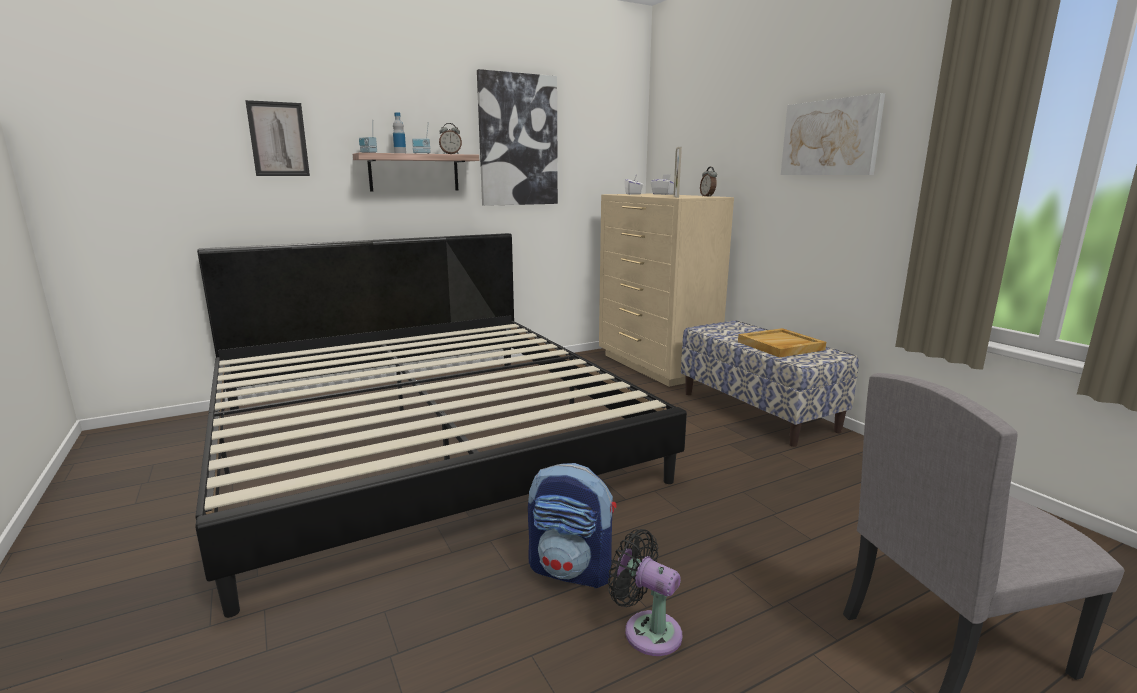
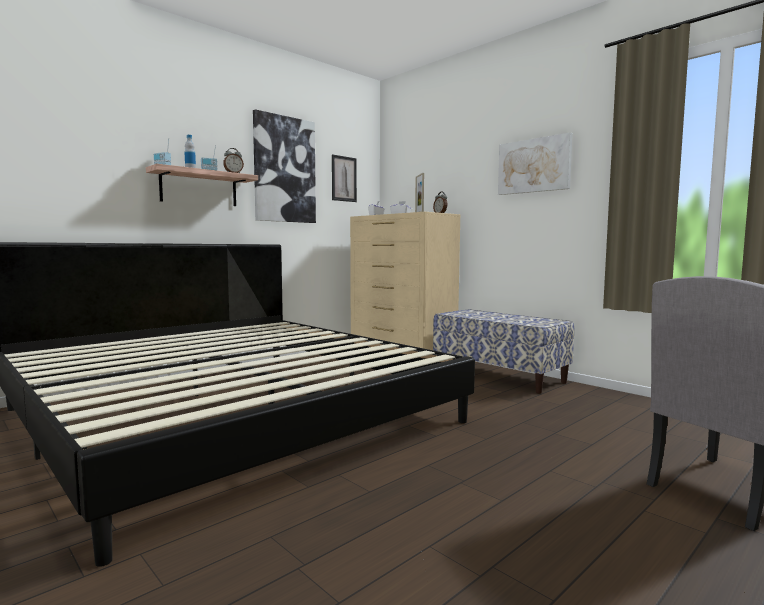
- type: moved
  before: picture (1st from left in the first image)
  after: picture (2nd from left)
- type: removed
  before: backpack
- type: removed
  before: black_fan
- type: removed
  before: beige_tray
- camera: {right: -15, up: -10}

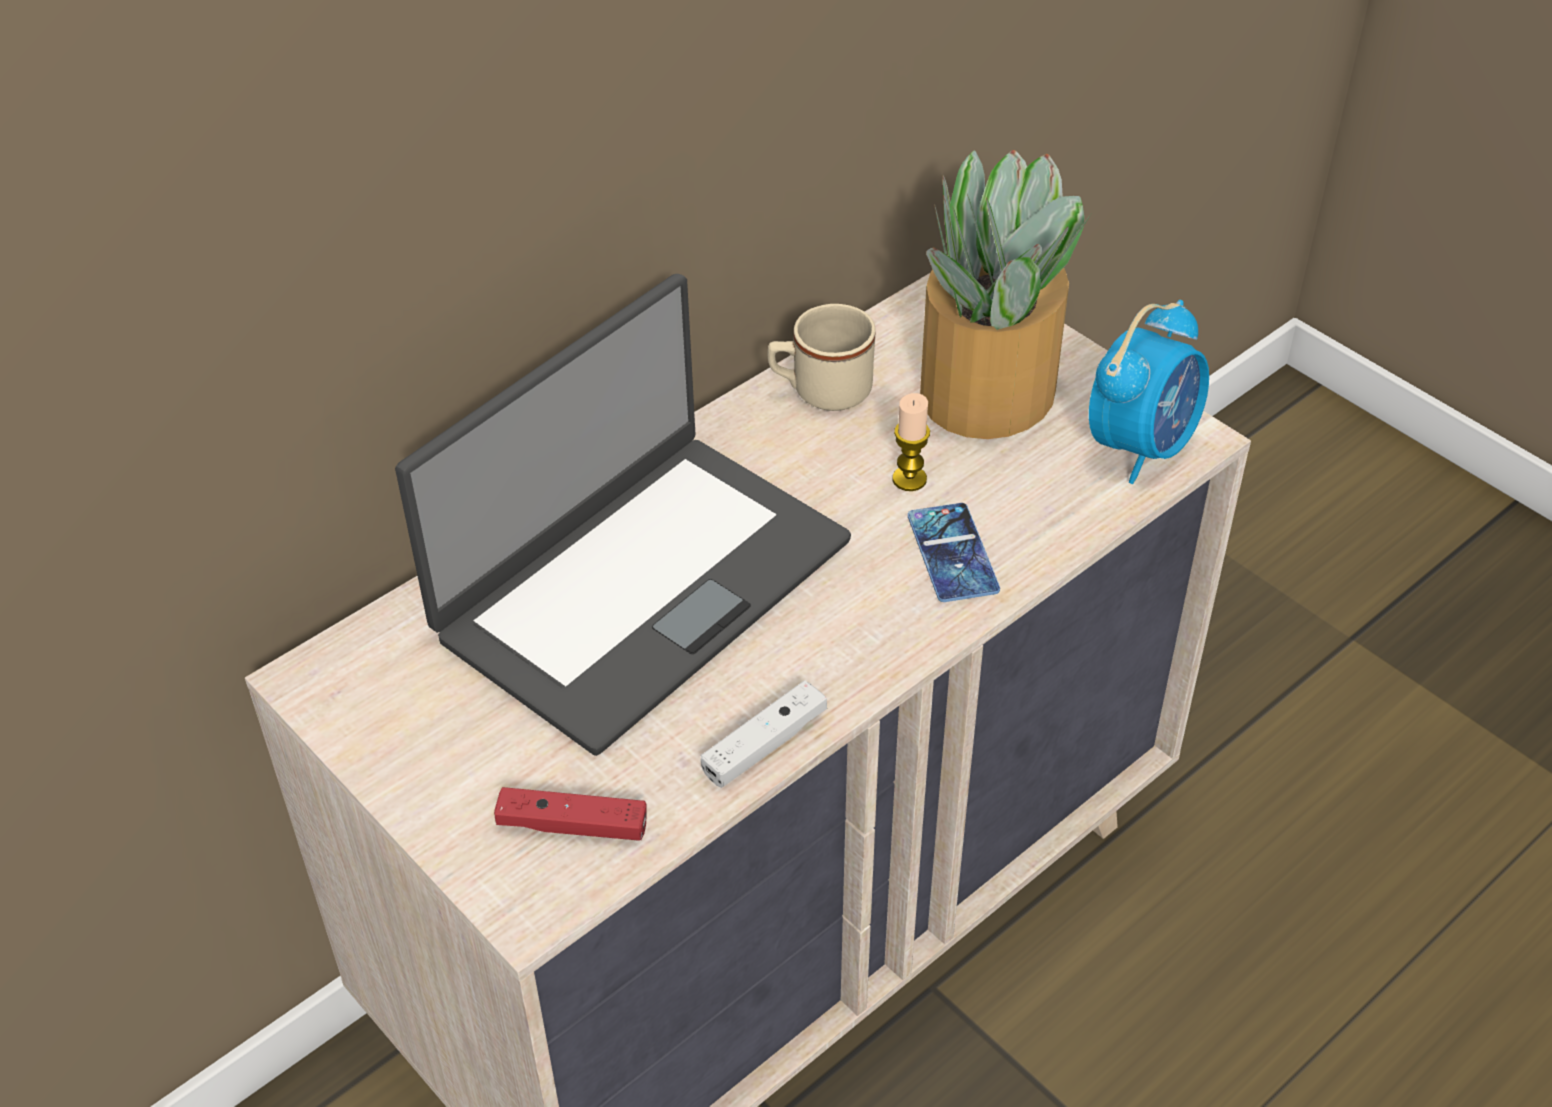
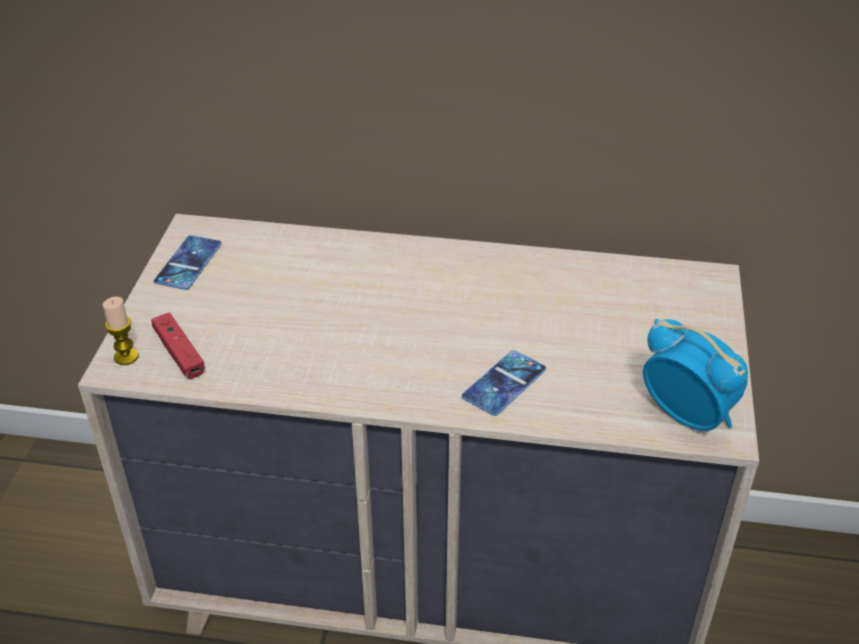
- type: removed
  before: laptop
- type: removed
  before: white_game_controller
- type: removed
  before: beige_mug
- type: moved
  before: candle
- type: removed
  before: potted_plant
- type: turned
  before: alarm_clock
  turn: -135
- type: added
  after: phone (1st from left)
- camera: {right: 50, up: -5}

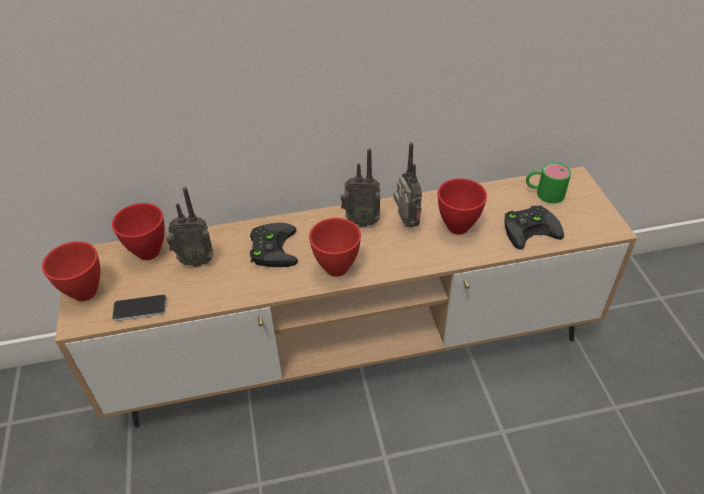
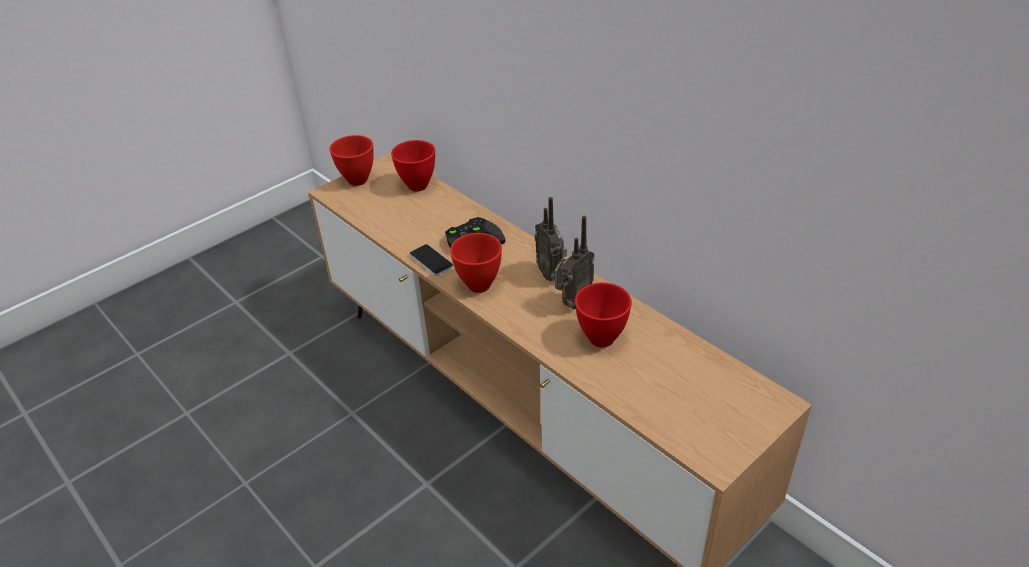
- type: moved
  before: phone
- type: removed
  before: radio (1st from left)
- type: removed
  before: black_game_controller (2nd from left)
- type: removed
  before: green_mug
- camera: {right: 60, up: -5}

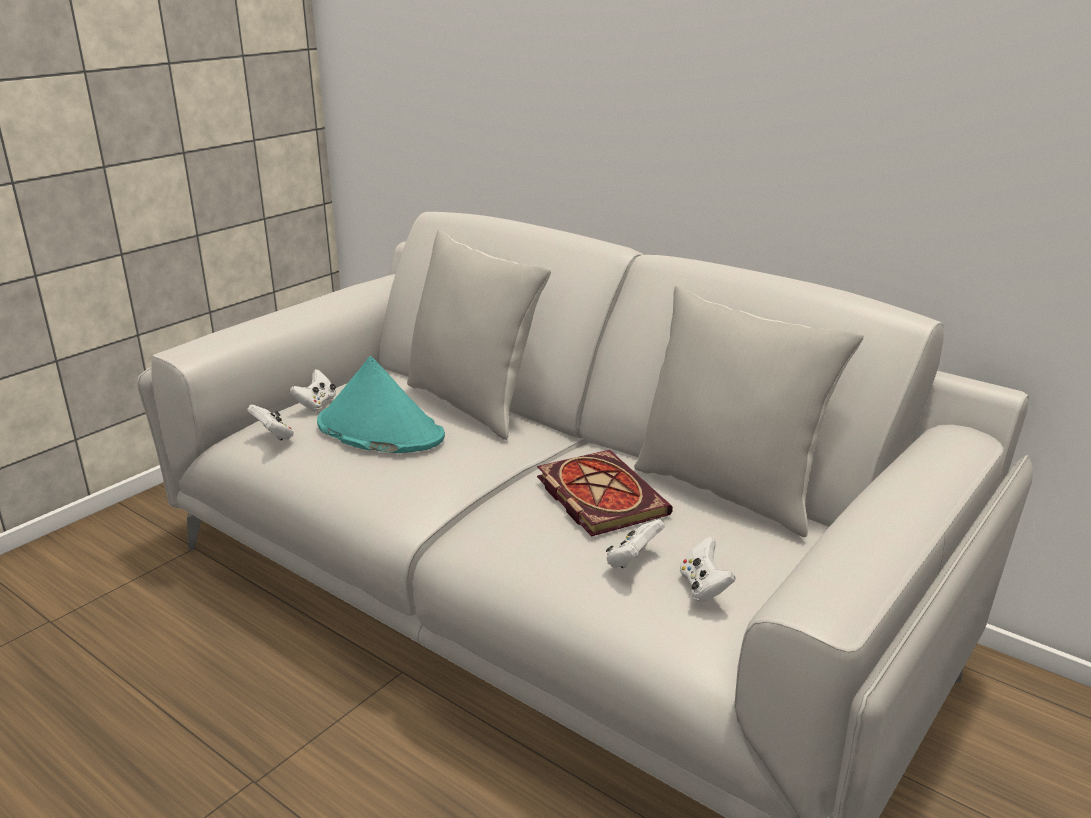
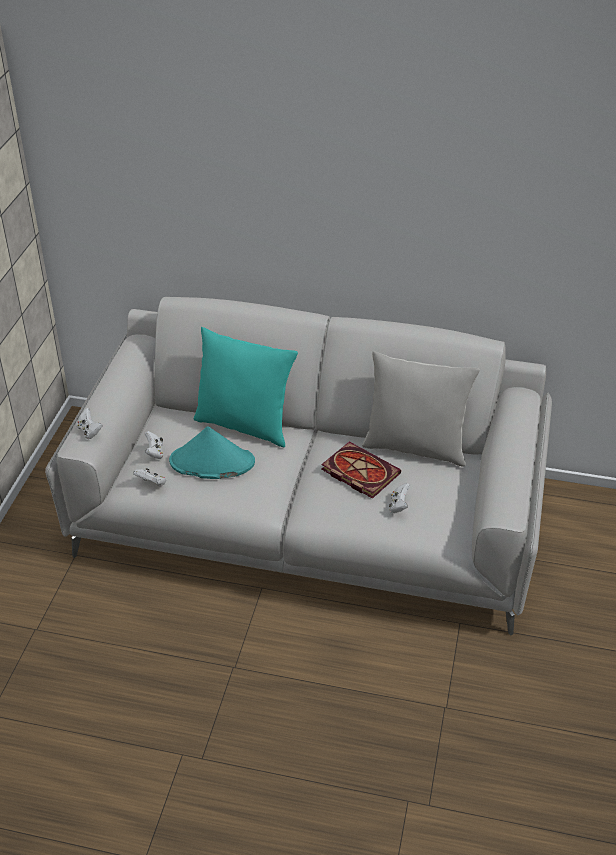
- type: recoloured
  before: grey_pillow (1st from left)
  after: turquoise_pillow
- type: moved
  before: white_game_controller (4th from left in the first image)
  after: white_game_controller (1st from left)
- camera: {right: -25, up: 15}

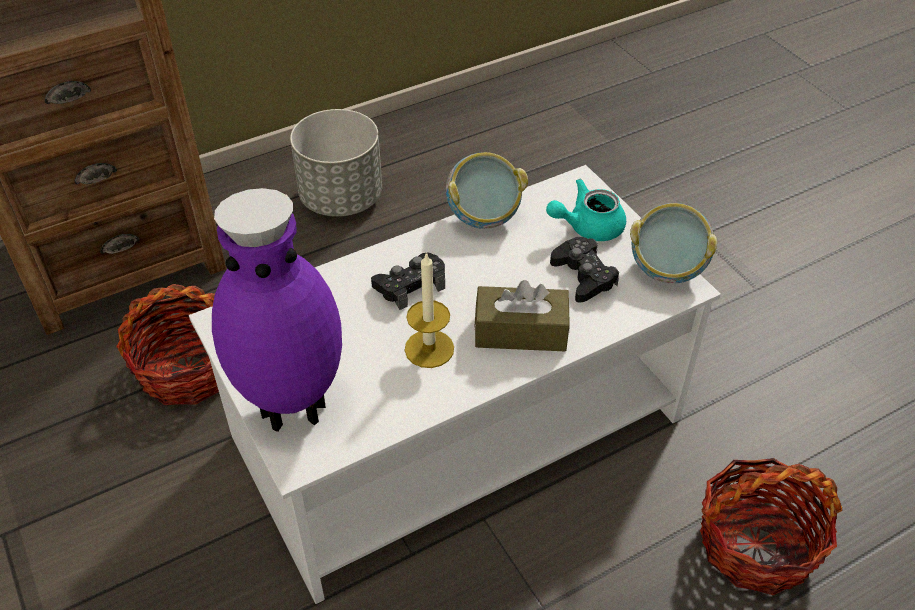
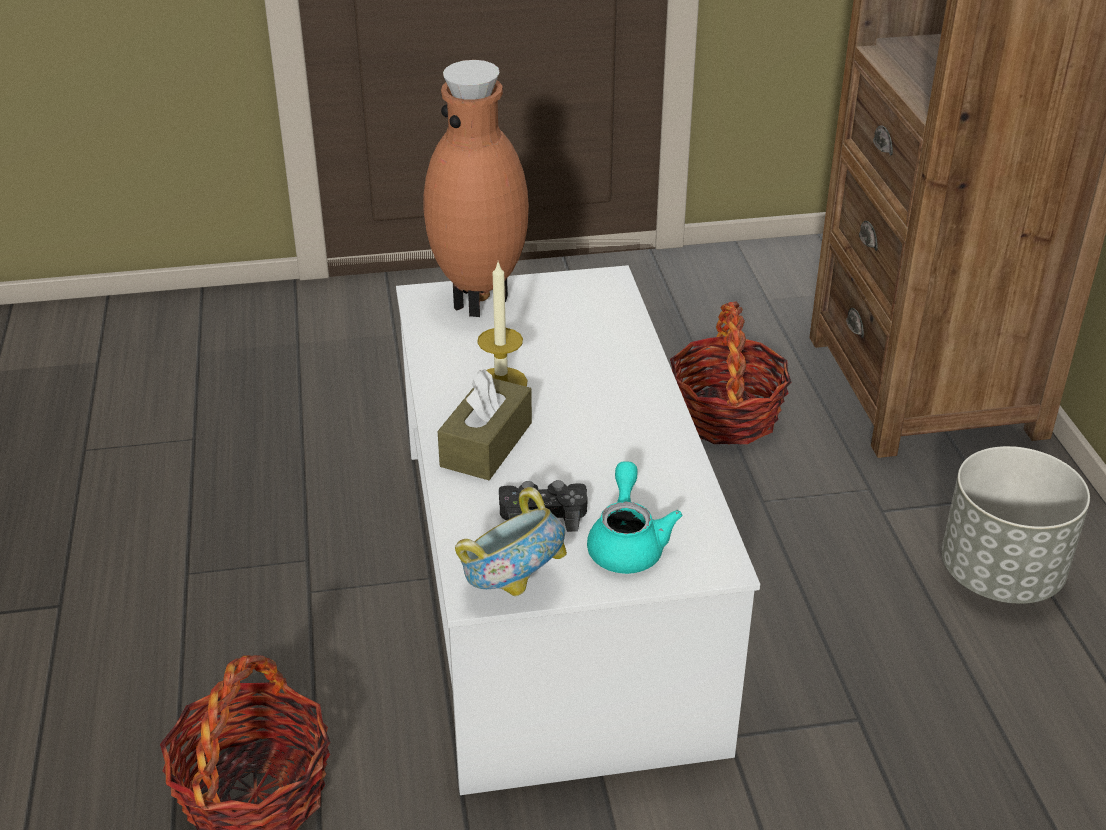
- type: recoloured
  before: purple_vase
  after: brown_vase
- type: removed
  before: black_game_controller (1st from left)
- type: removed
  before: bowl (1st from left)
- camera: {right: 110, up: -10}

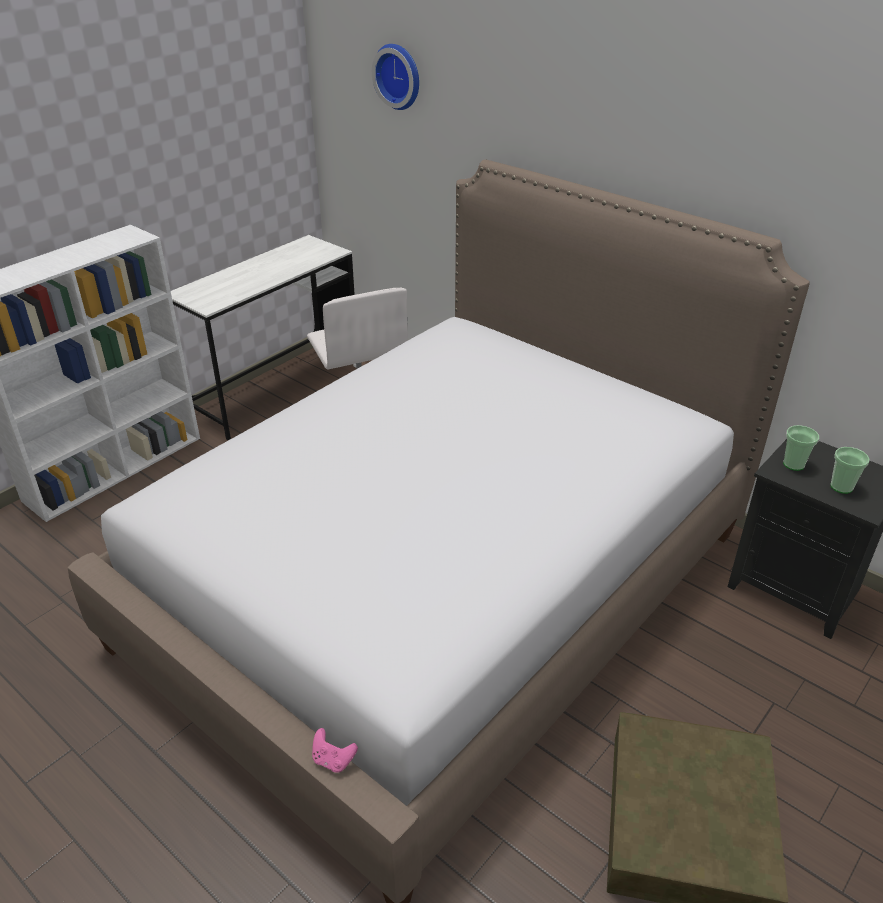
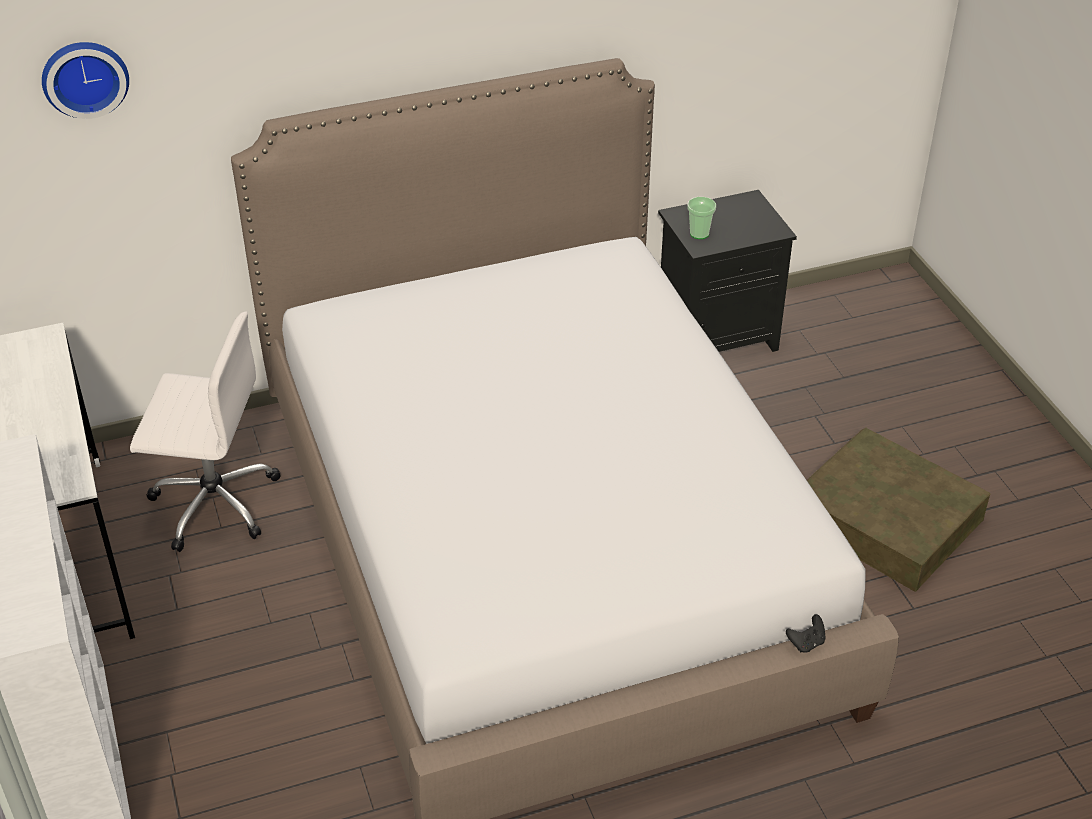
- type: recoloured
  before: pink_game_controller
  after: black_game_controller
- type: removed
  before: cup (2nd from left)
- camera: {right: -60, up: 5}

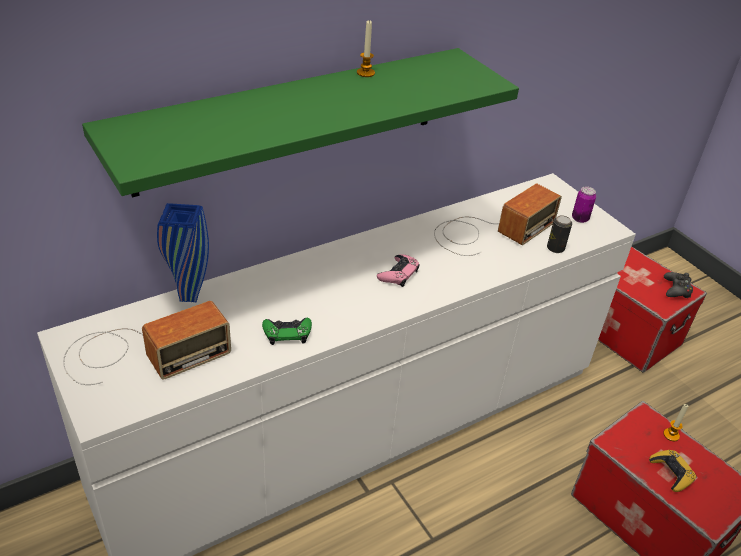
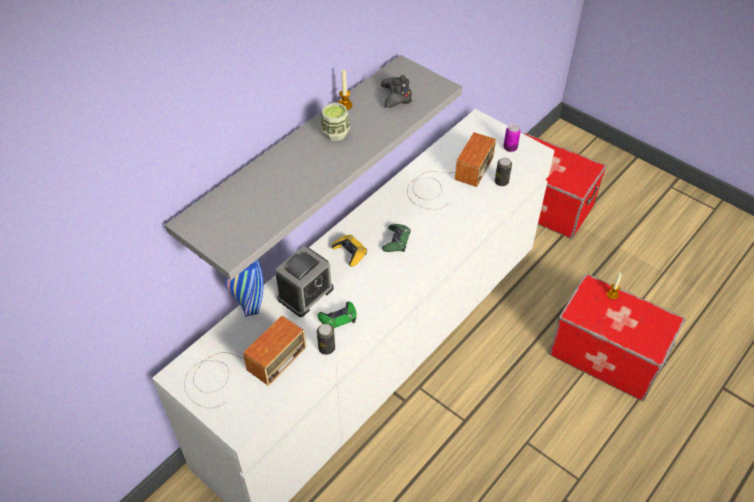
- type: recoloured
  before: green_shelf
  after: grey_shelf
- type: recoloured
  before: pink_game_controller
  after: green_game_controller (2nd from left)
- type: moved
  before: yellow_game_controller
- type: moved
  before: black_game_controller
- type: added
  after: alarm_clock
- type: added
  after: can (1st from left)
- type: added
  after: cup
- camera: {right: -15, up: 10}

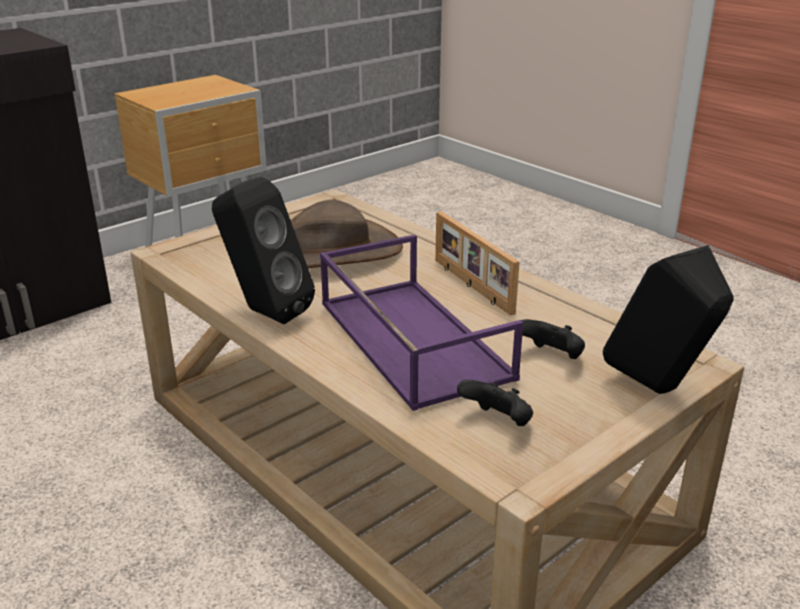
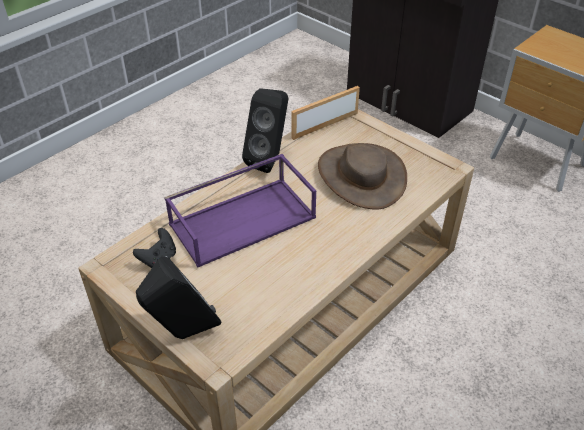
- type: moved
  before: picture_frame
- type: removed
  before: black_game_controller (2nd from left)
- camera: {right: 85, up: 15}

